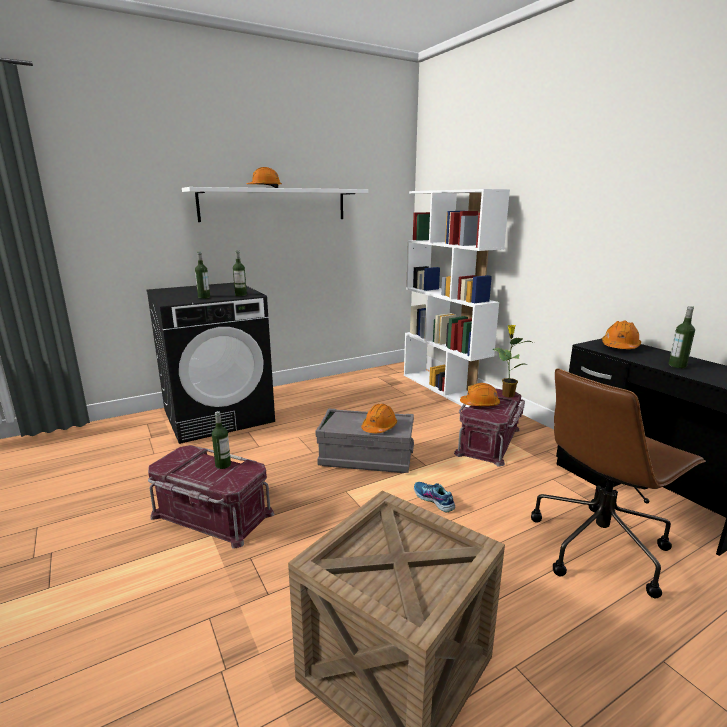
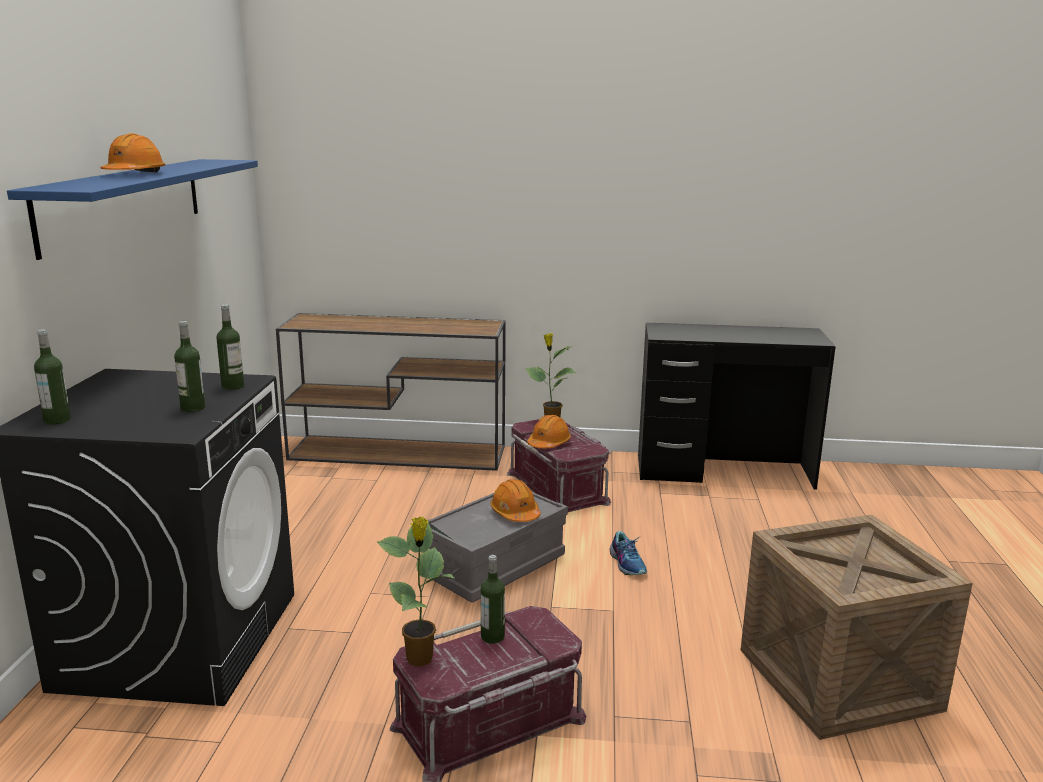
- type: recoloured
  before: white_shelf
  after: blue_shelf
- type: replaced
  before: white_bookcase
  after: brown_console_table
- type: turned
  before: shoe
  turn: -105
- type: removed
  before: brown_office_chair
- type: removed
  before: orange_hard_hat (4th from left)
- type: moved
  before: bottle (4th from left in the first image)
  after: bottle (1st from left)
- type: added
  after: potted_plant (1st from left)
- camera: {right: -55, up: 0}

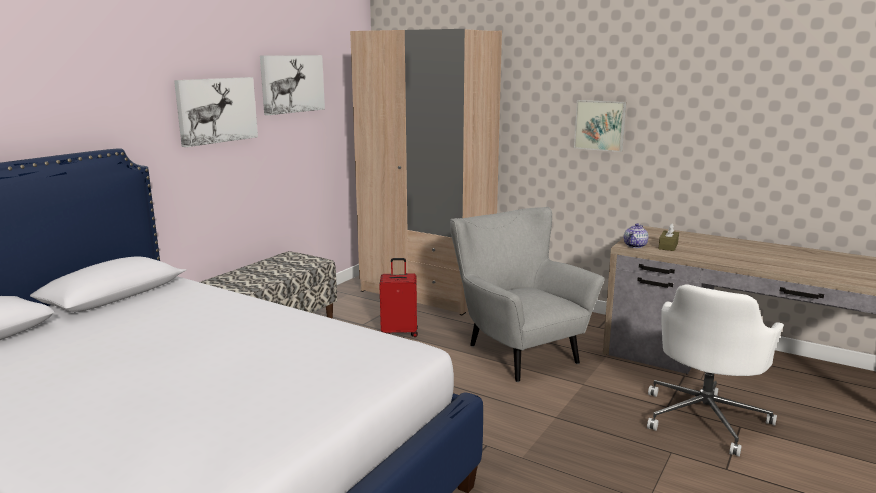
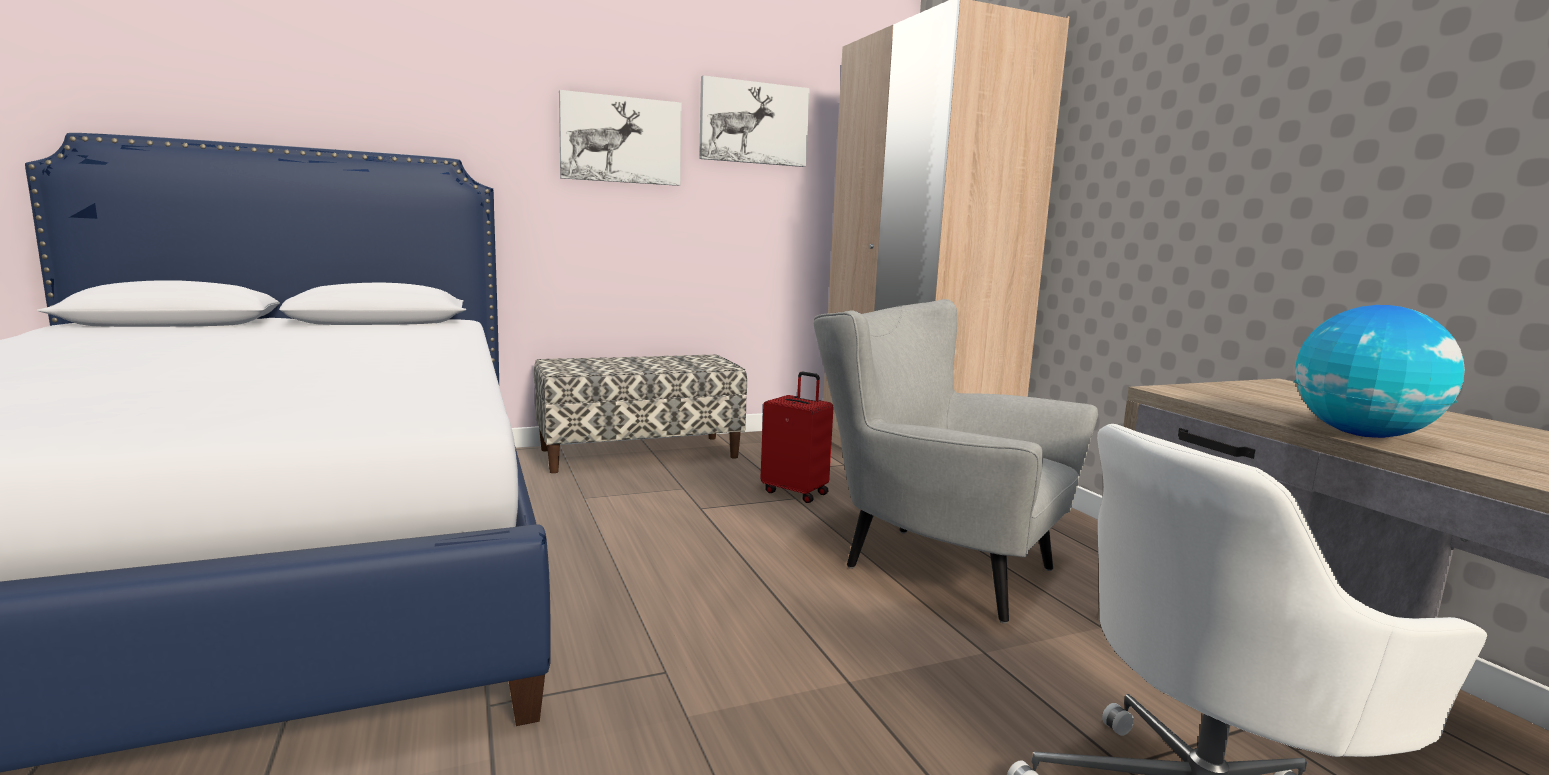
- type: turned
  before: grey_armchair
  turn: -60
- type: removed
  before: picture (3rd from left)
- type: removed
  before: teapot
- type: removed
  before: brown_tissue_box
- type: added
  after: globe
- camera: {right: 35, up: -5}

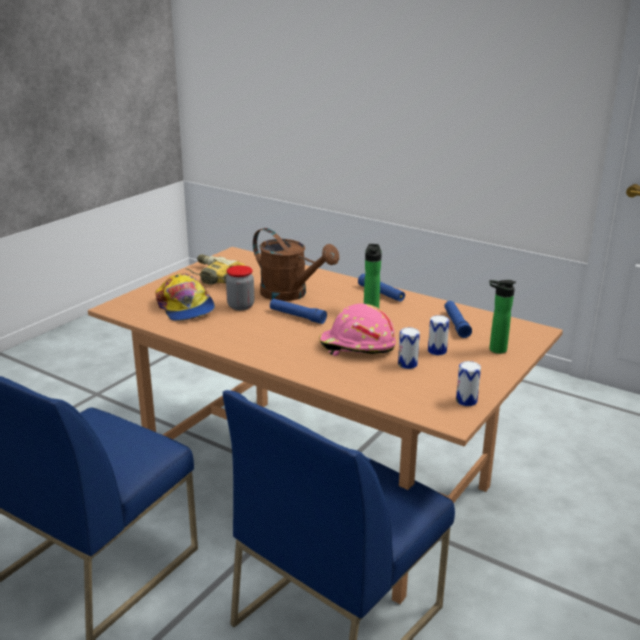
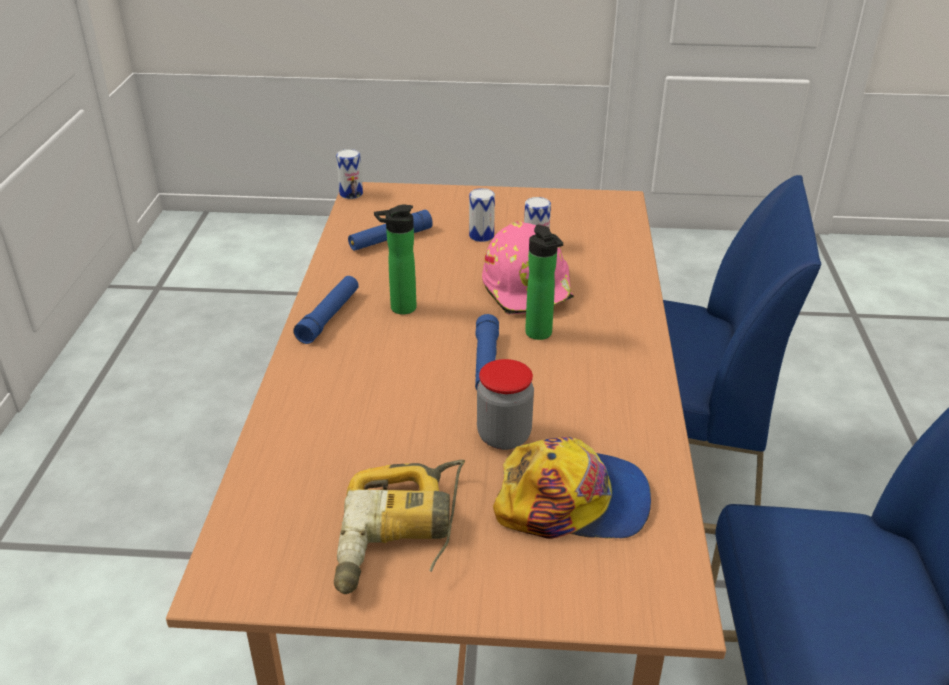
- type: turned
  before: cap
  turn: 60
- type: removed
  before: brown_watering_can
- type: moved
  before: can (3rd from left in the first image)
  after: can (1st from left)
- type: moved
  before: bottle (2nd from left)
- camera: {right: -120, up: 10}

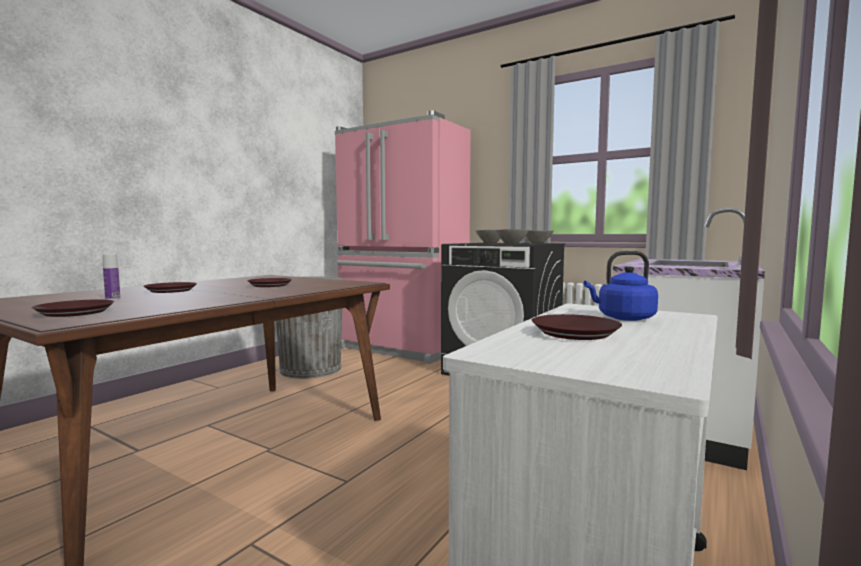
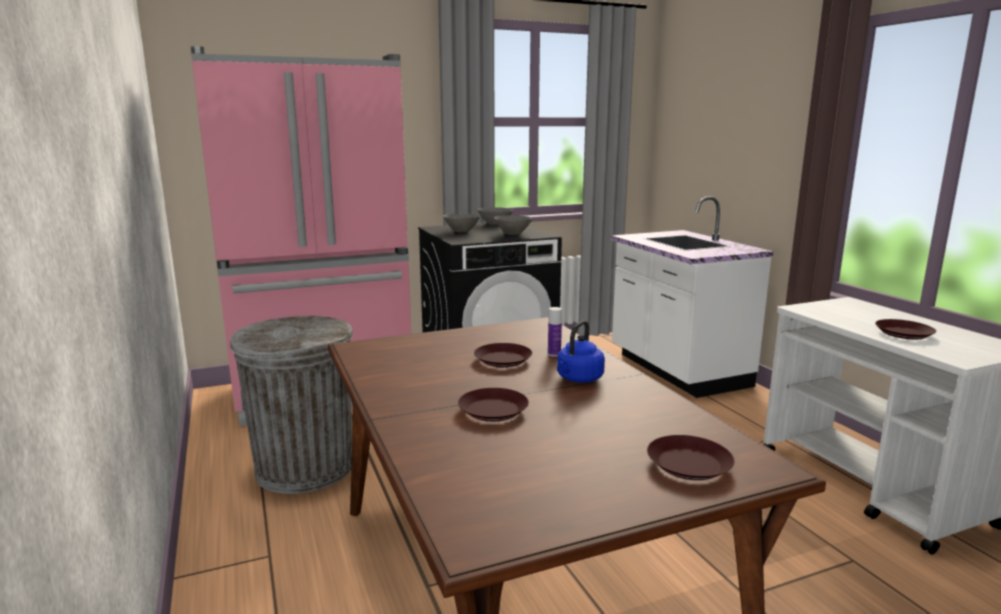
- type: moved
  before: bottle
- type: moved
  before: blue_kettle
- camera: {right: -55, up: 10}

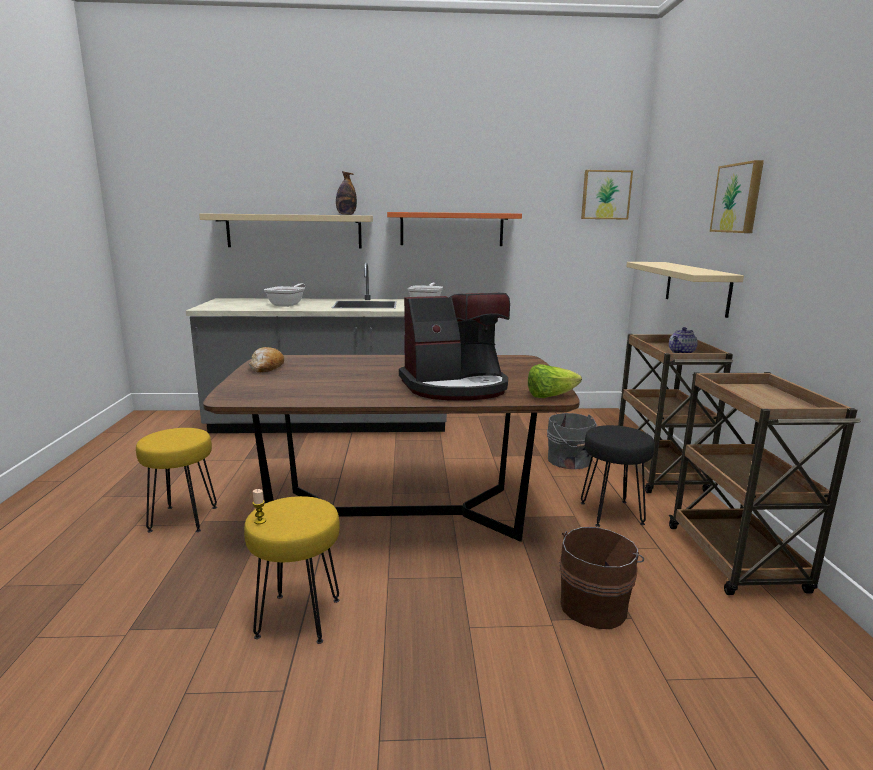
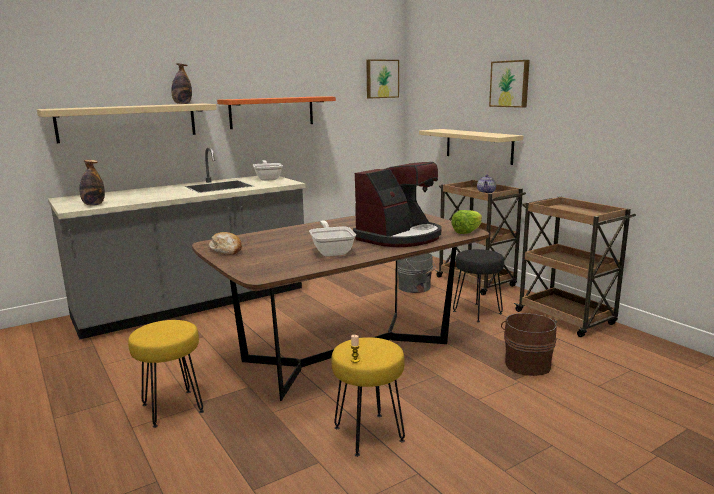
- type: moved
  before: frying_pan (1st from left in the first image)
  after: frying_pan (2nd from left)
- type: added
  after: bottle (1st from left)
- camera: {right: -30, up: 0}

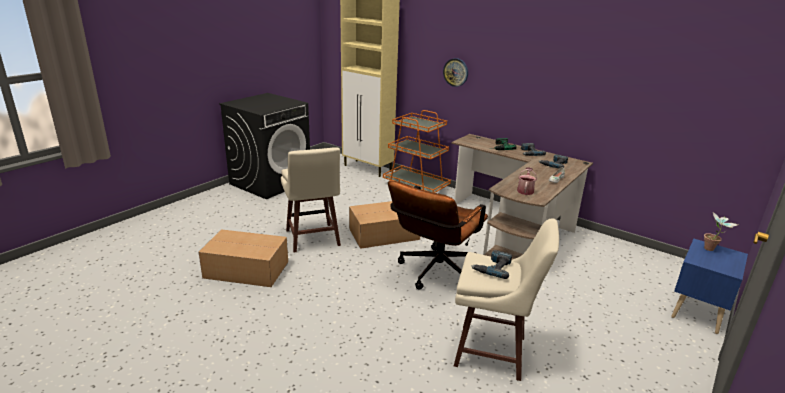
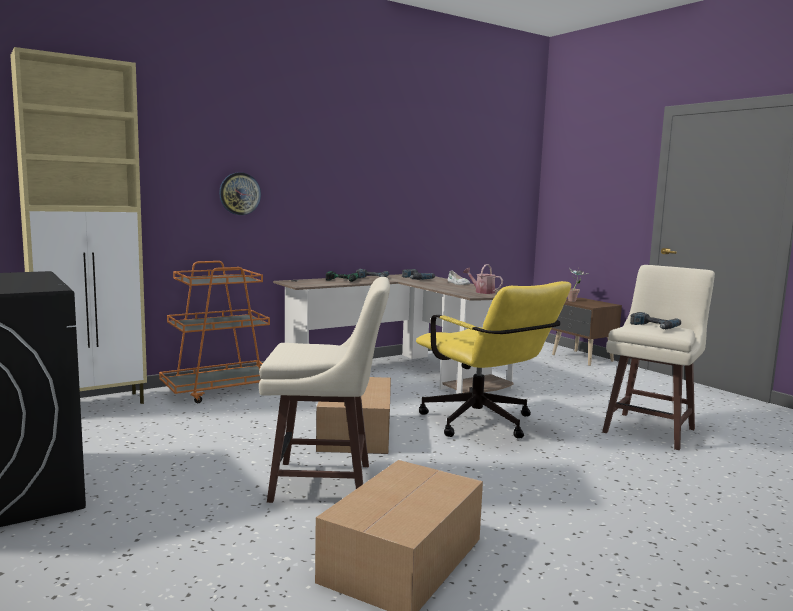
- type: recoloured
  before: brown_office_chair
  after: yellow_office_chair
- type: recoloured
  before: blue_nightstand
  after: brown_nightstand
- camera: {right: -70, up: -15}

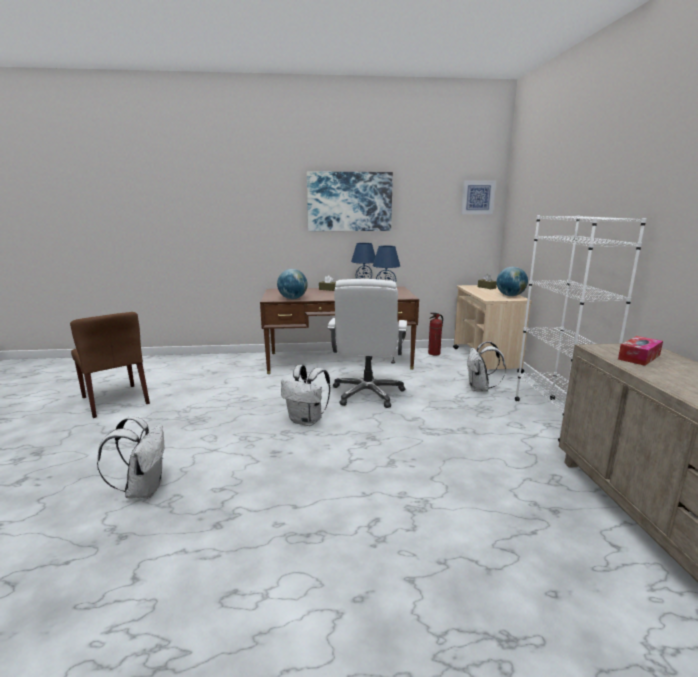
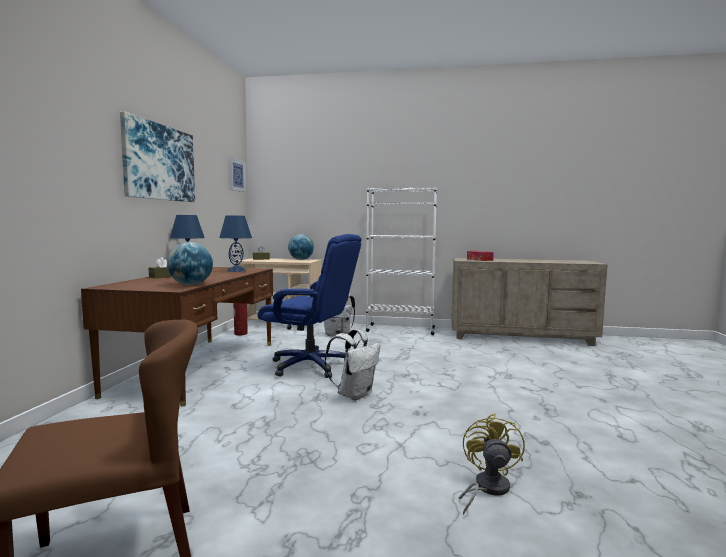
- type: replaced
  before: white_backpack (1st from left)
  after: yellow_fan
- type: recoloured
  before: white_office_chair
  after: blue_office_chair
- camera: {right: -75, up: -10}

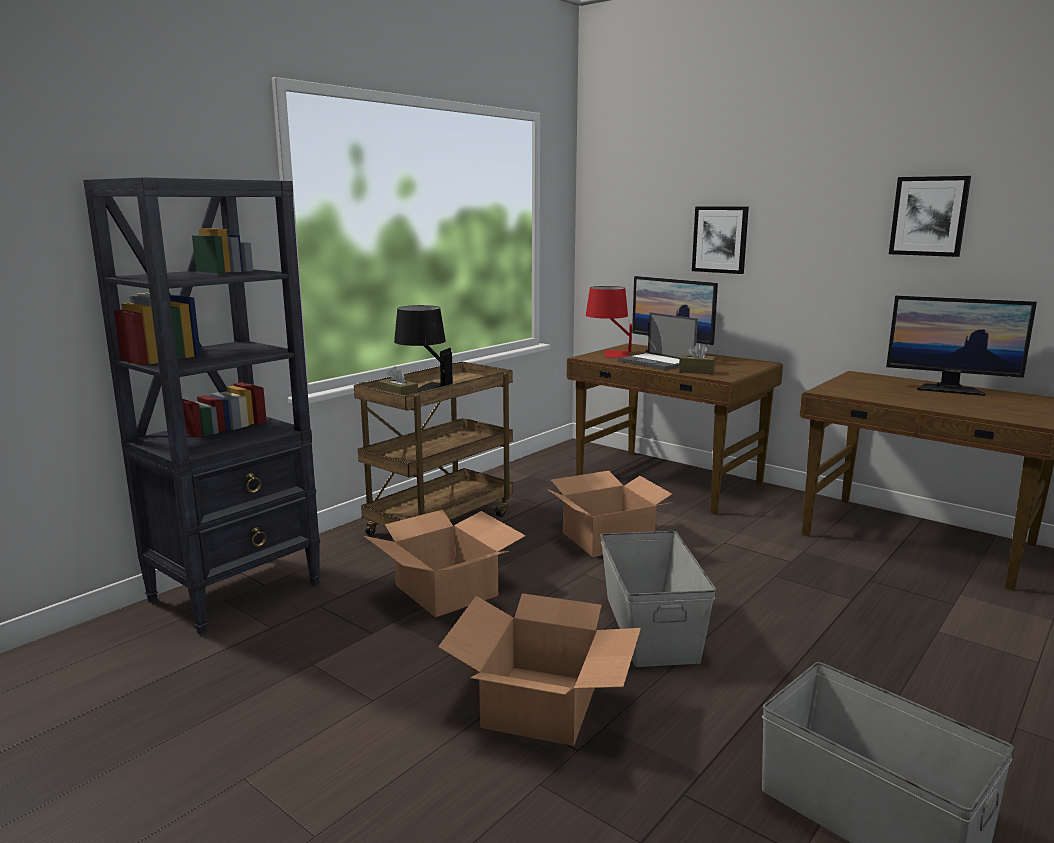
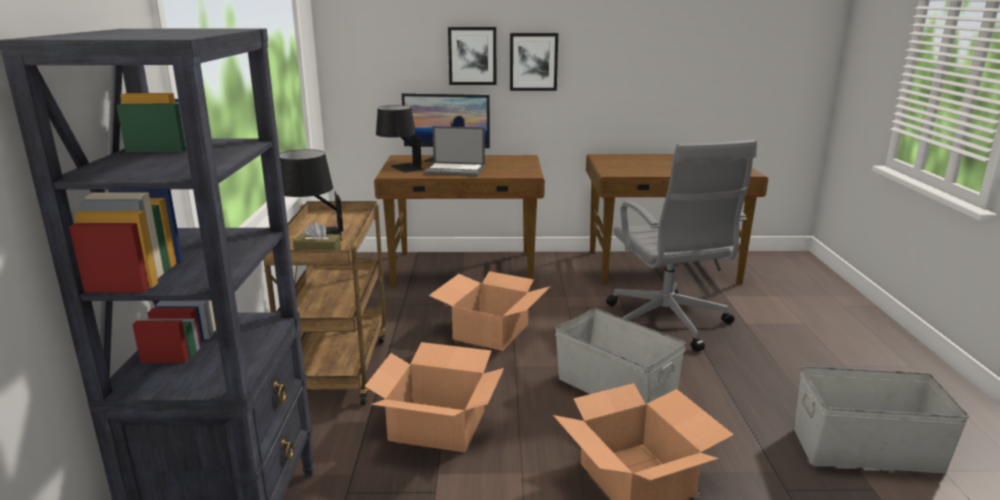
- type: recoloured
  before: red_table_lamp
  after: black_table_lamp (2nd from left)
- type: removed
  before: brown_tissue_box (2nd from left)
- type: removed
  before: monitor (2nd from left)
- type: moved
  before: picture (2nd from left)
- type: added
  after: grey_office_chair
- camera: {right: -40, up: 5}

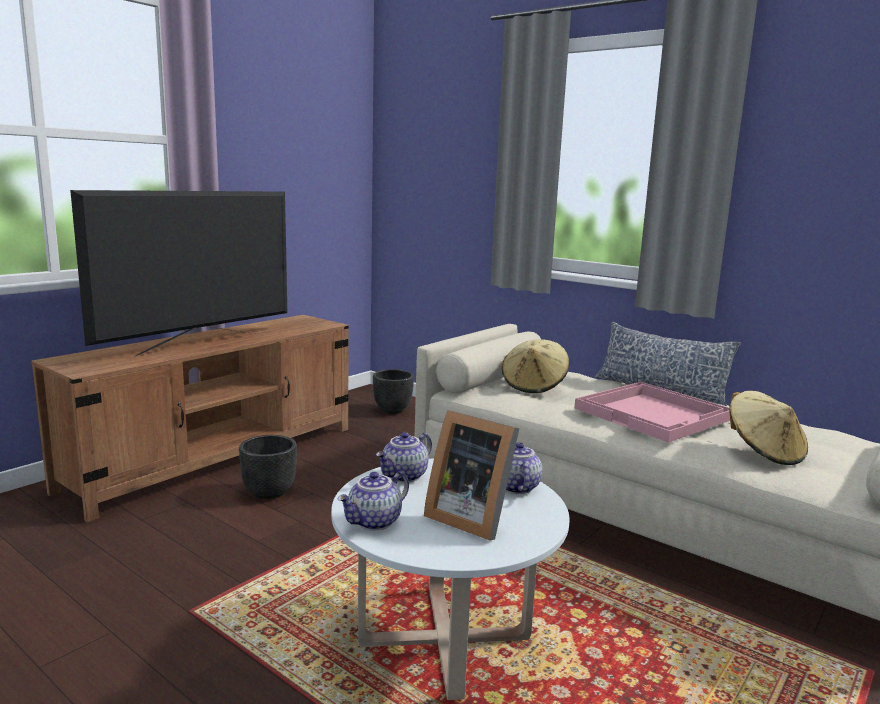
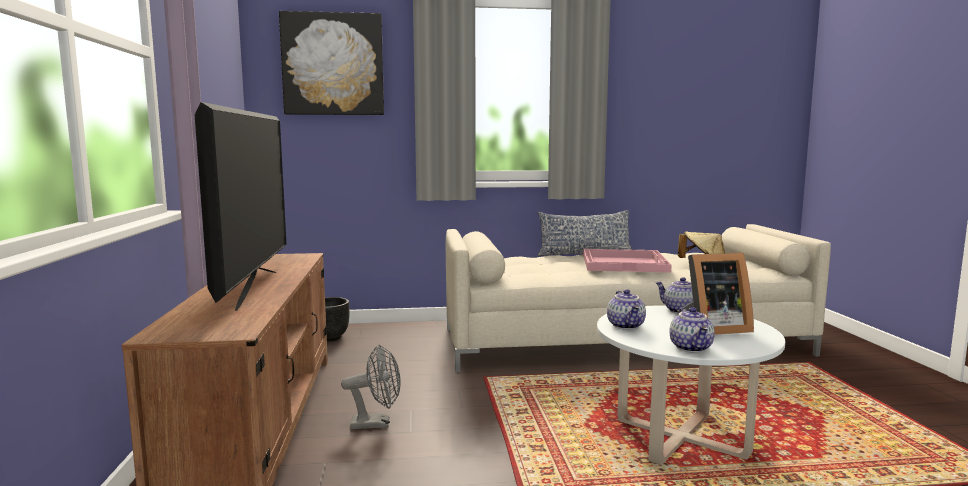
- type: replaced
  before: black_planter (1st from left)
  after: grey_fan
- type: removed
  before: beige_hat (1st from left)
- type: added
  after: picture
- camera: {right: -45, up: -5}

